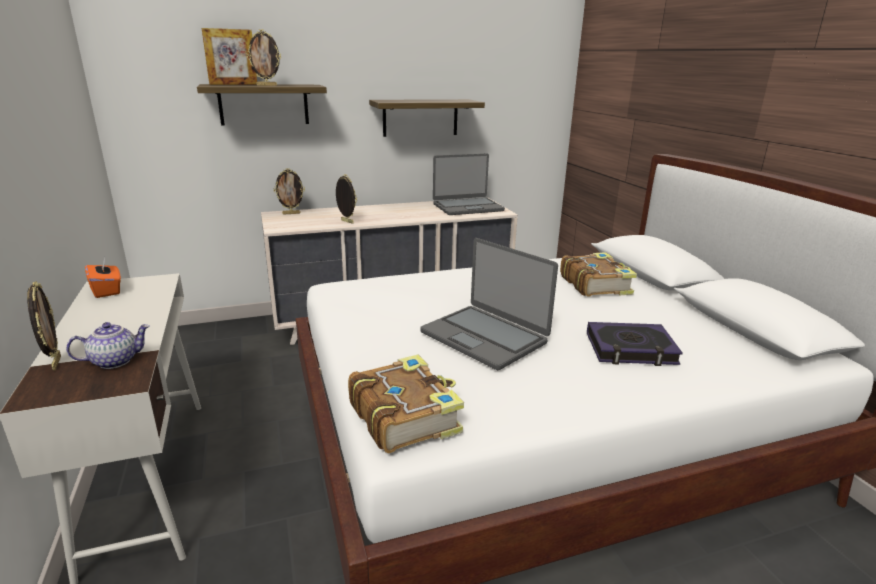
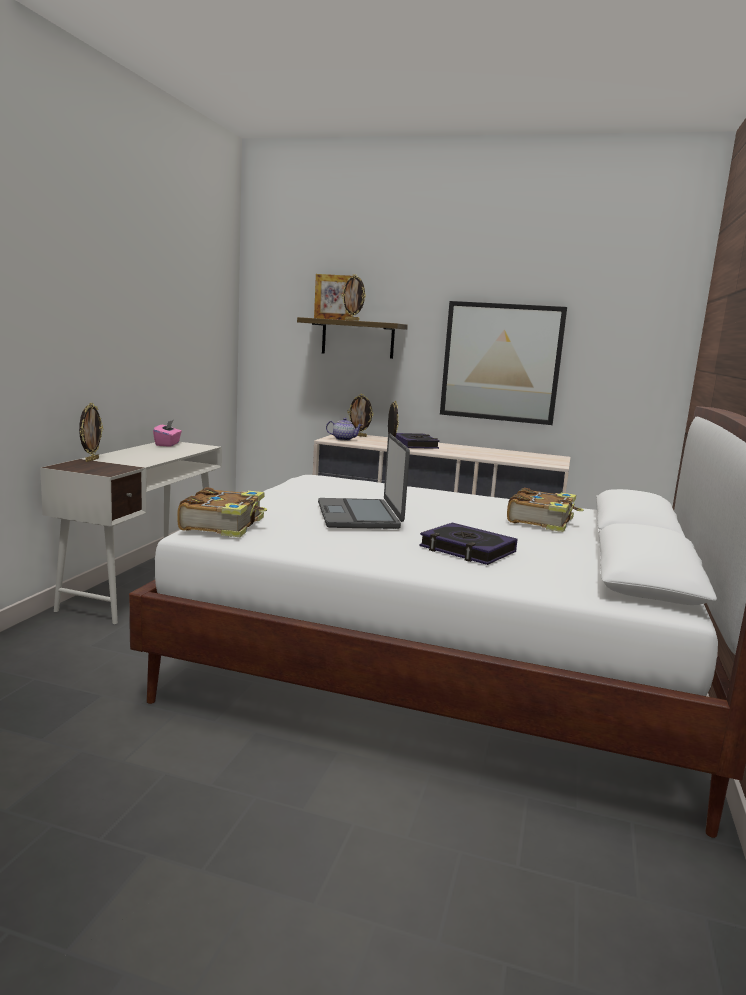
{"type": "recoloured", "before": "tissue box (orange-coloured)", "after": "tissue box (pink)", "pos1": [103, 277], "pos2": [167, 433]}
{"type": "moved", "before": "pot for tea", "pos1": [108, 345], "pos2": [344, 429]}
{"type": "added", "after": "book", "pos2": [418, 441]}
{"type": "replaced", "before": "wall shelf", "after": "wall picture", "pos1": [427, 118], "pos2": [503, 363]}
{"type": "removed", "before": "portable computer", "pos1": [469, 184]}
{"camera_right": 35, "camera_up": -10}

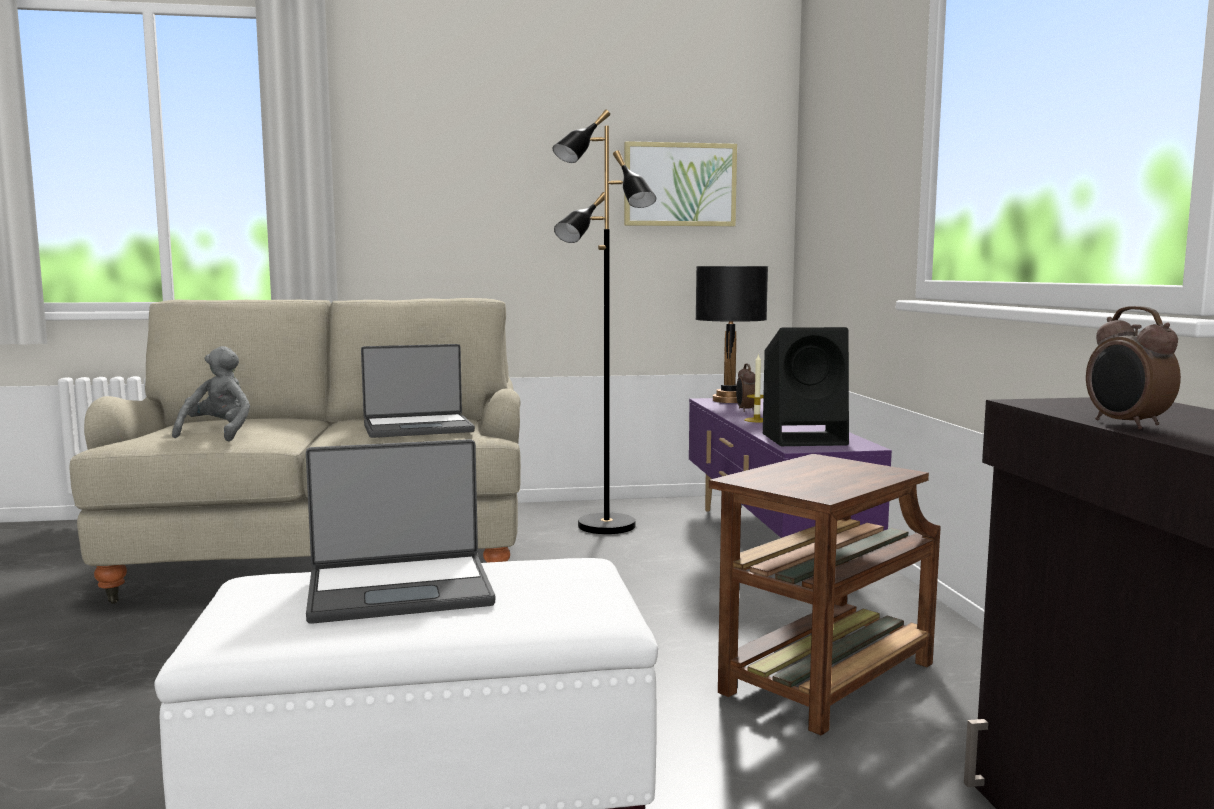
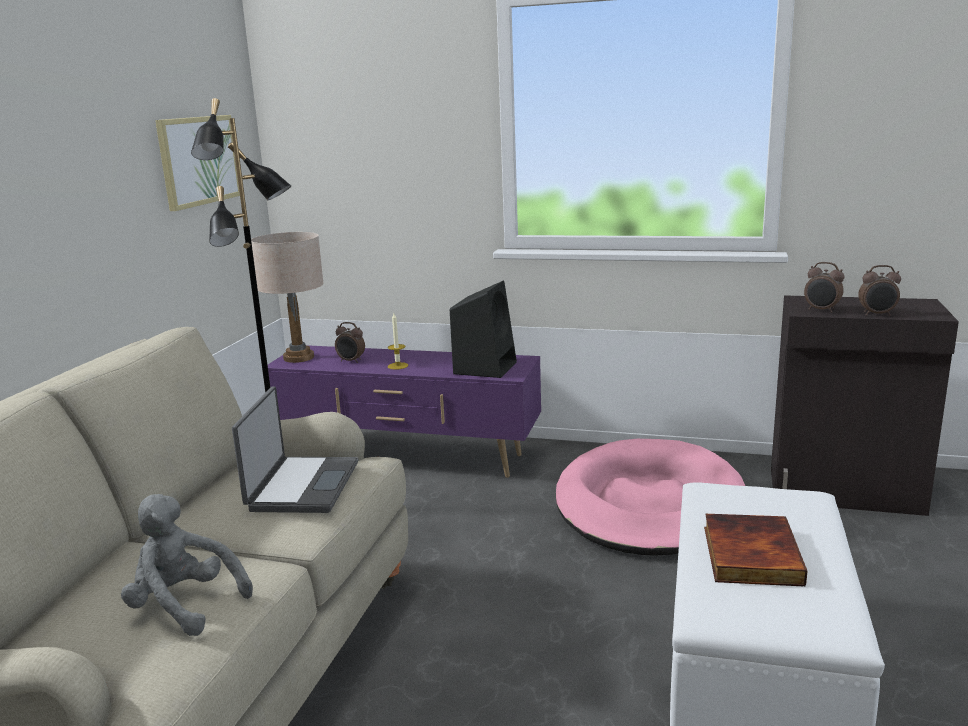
{"type": "recoloured", "before": "tabletop lamp (black-coloured)", "after": "tabletop lamp (beige-coloured)", "pos1": [732, 334], "pos2": [287, 297]}
{"type": "replaced", "before": "end table (brown-coloured)", "after": "pet bed (pink)", "pos1": [825, 594], "pos2": [650, 497]}
{"type": "replaced", "before": "portable computer", "after": "book", "pos1": [400, 531], "pos2": [755, 550]}
{"type": "added", "after": "table clock", "pos2": [824, 287]}
{"camera_right": -65, "camera_up": 10}

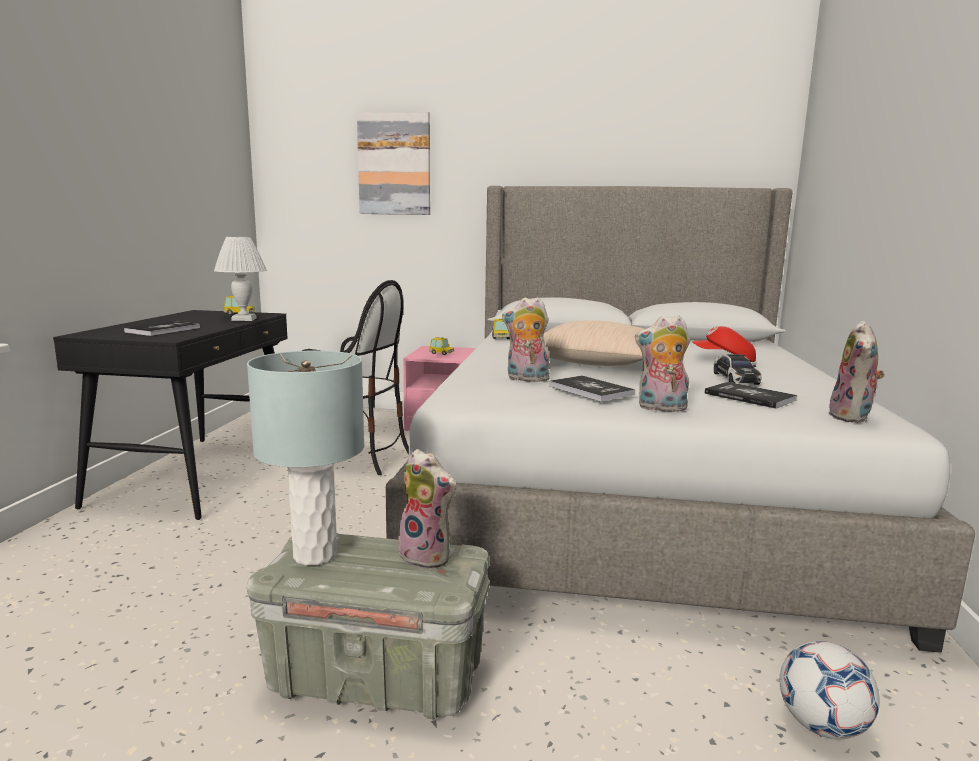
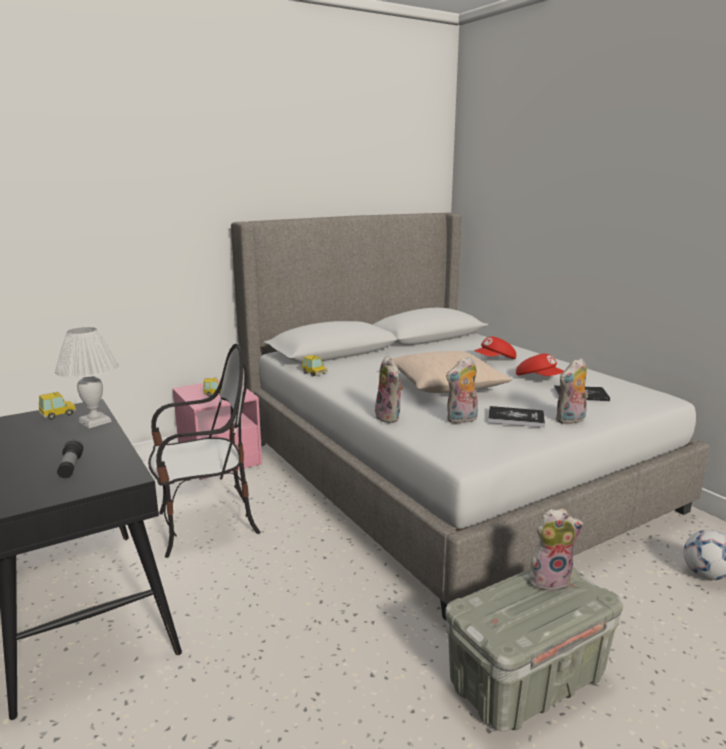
{"type": "replaced", "before": "book", "after": "torch", "pos1": [162, 328], "pos2": [70, 459]}
{"type": "moved", "before": "plush toy", "pos1": [857, 372], "pos2": [389, 389]}
{"type": "replaced", "before": "miniature car", "after": "baseball cap (red)", "pos1": [738, 369], "pos2": [540, 365]}
{"type": "removed", "before": "tabletop lamp (greyish)", "pos1": [305, 457]}
{"type": "removed", "before": "wall picture", "pos1": [393, 163]}
{"camera_right": -40, "camera_up": 5}

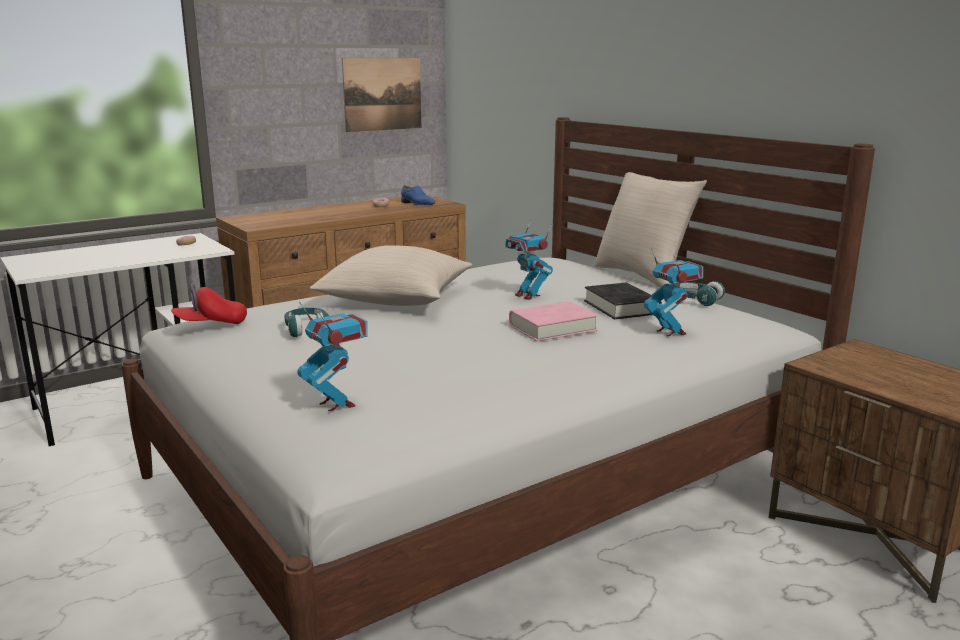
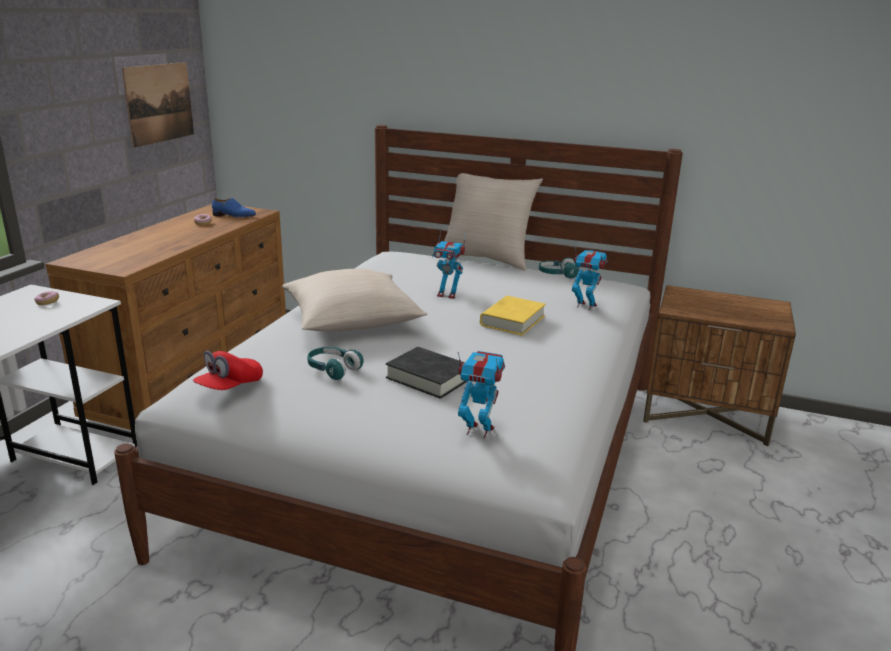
{"type": "moved", "before": "book (black-coloured)", "pos1": [623, 301], "pos2": [427, 373]}
{"type": "recoloured", "before": "book (pink)", "after": "book (yellow-coloured)", "pos1": [553, 321], "pos2": [513, 316]}
{"camera_right": -35, "camera_up": 5}

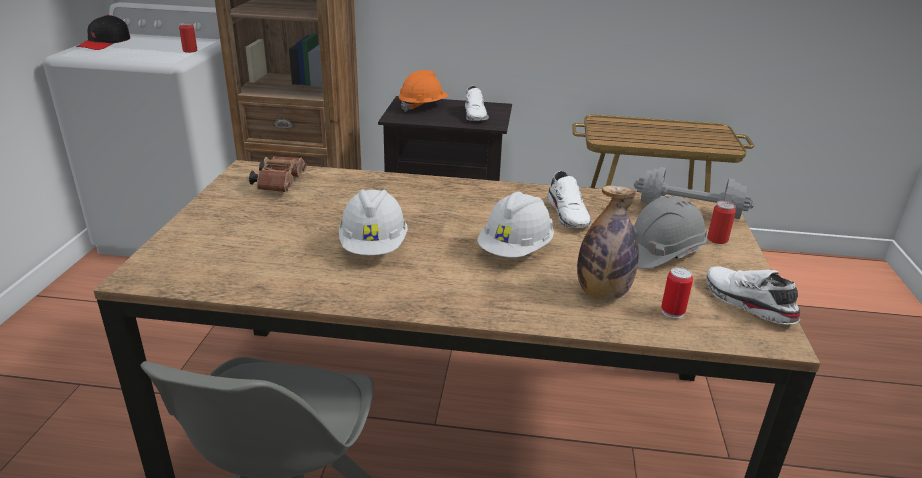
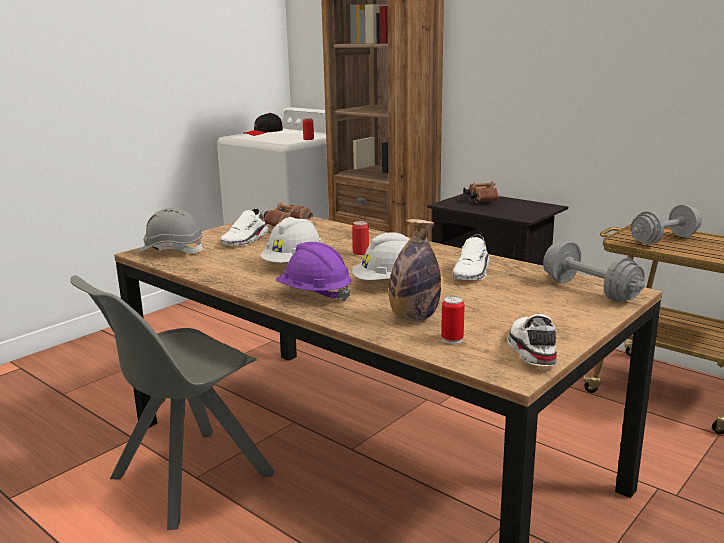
{"type": "moved", "before": "safety helmet (greyish)", "pos1": [670, 232], "pos2": [171, 231]}
{"type": "moved", "before": "item of footwear (white-coloured)", "pos1": [477, 103], "pos2": [244, 227]}
{"type": "added", "after": "safety helmet (purplish)", "pos2": [314, 271]}
{"type": "moved", "before": "can", "pos1": [721, 222], "pos2": [360, 238]}
{"type": "replaced", "before": "safety helmet (orange-coloured)", "after": "pair of binoculars (brown-coloured)", "pos1": [423, 91], "pos2": [481, 192]}
{"type": "added", "after": "free weight (greyish)", "pos2": [666, 224]}
{"camera_right": 35, "camera_up": -10}

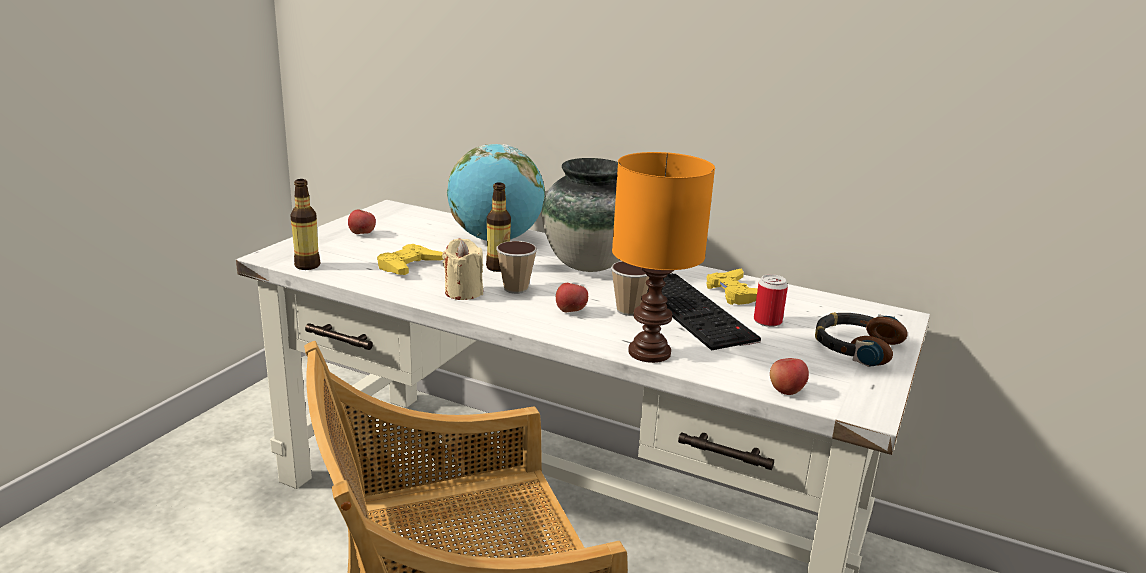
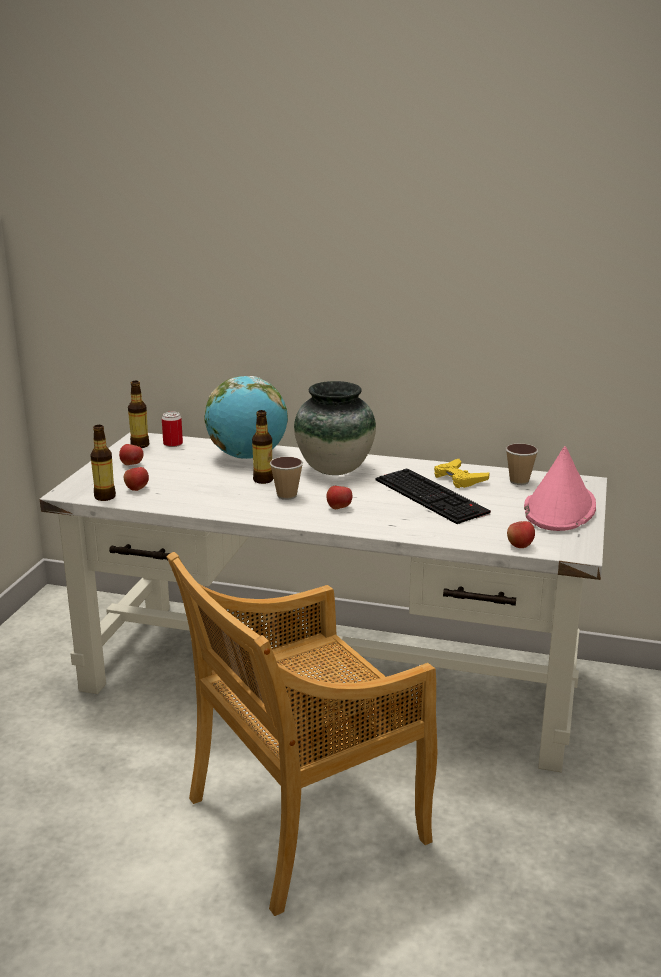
{"type": "added", "after": "apple", "pos2": [136, 479]}
{"type": "added", "after": "drink bottle", "pos2": [138, 414]}
{"type": "moved", "before": "can", "pos1": [771, 300], "pos2": [172, 429]}
{"type": "moved", "before": "small cup", "pos1": [630, 288], "pos2": [522, 464]}
{"type": "replaced", "before": "pair of headphones", "after": "hat (pink)", "pos1": [861, 339], "pos2": [560, 488]}
{"type": "removed", "before": "game controller (yellow-coloured)", "pos1": [410, 259]}
{"type": "removed", "before": "wax candle (beige-coloured)", "pos1": [462, 269]}
{"type": "removed", "before": "tabletop lamp (orange-coloured)", "pos1": [663, 257]}
{"camera_right": -10, "camera_up": 0}

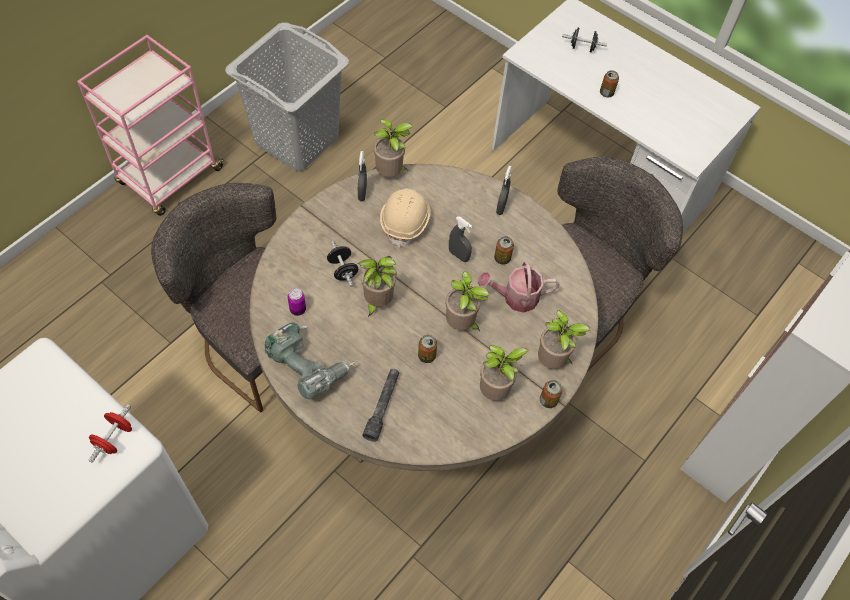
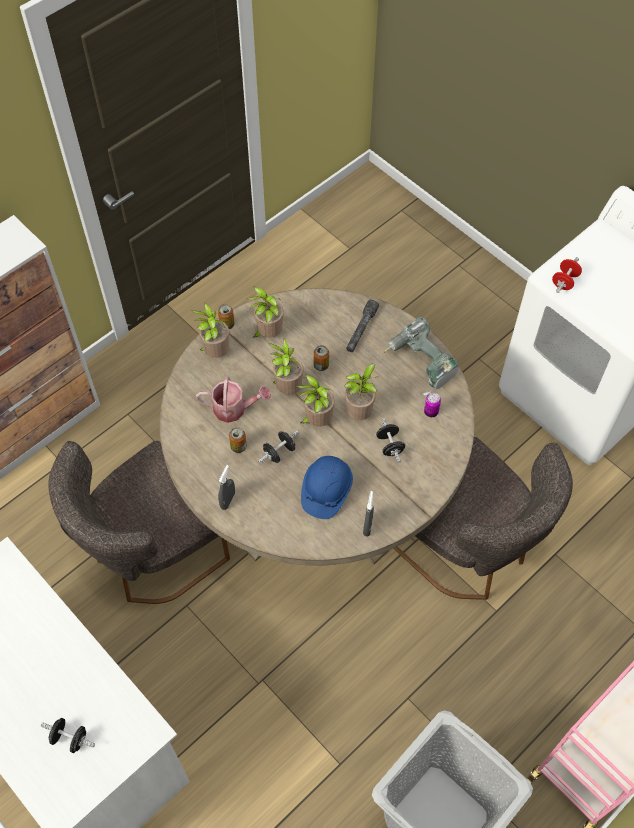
{"type": "replaced", "before": "hand sprayer (greyish)", "after": "free weight (black-coloured)", "pos1": [460, 239], "pos2": [278, 446]}
{"type": "moved", "before": "houseplant", "pos1": [393, 148], "pos2": [315, 400]}
{"type": "recoloured", "before": "safety helmet (beige-coloured)", "after": "safety helmet (bluish)", "pos1": [405, 218], "pos2": [327, 487]}
{"type": "removed", "before": "can", "pos1": [609, 83]}
{"camera_right": -170, "camera_up": 0}

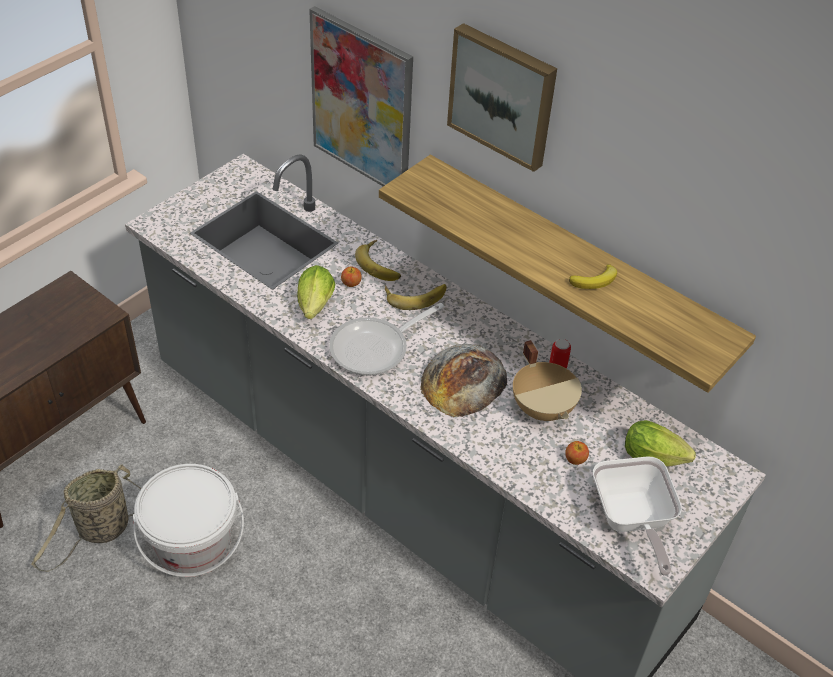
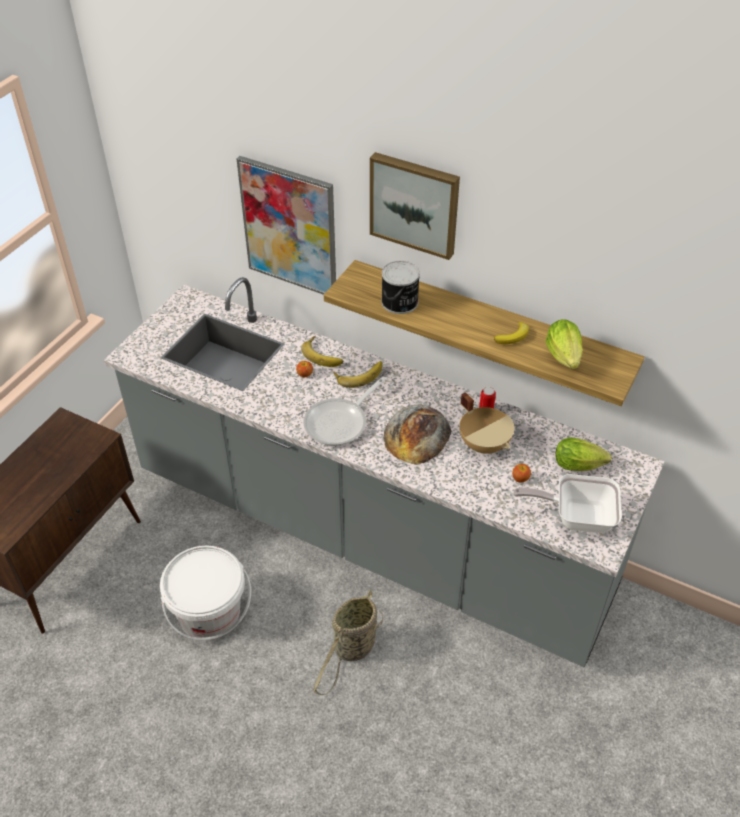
{"type": "moved", "before": "storage basket", "pos1": [86, 518], "pos2": [348, 642]}
{"type": "added", "after": "can", "pos2": [400, 287]}
{"type": "turned", "before": "frying pan", "pos1": [637, 516], "pos2": [567, 503], "turn": 120}
{"type": "moved", "before": "lettuce", "pos1": [316, 292], "pos2": [564, 344]}
{"camera_right": -10, "camera_up": 0}

